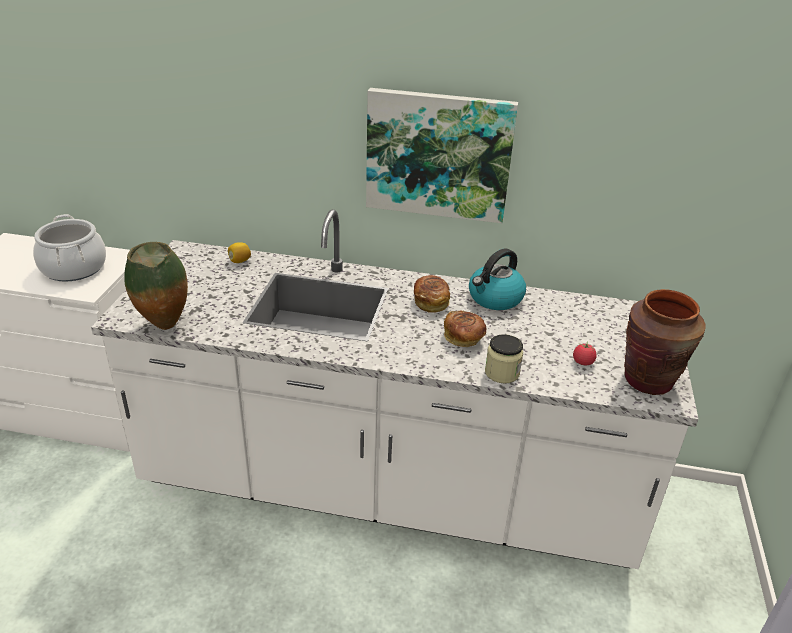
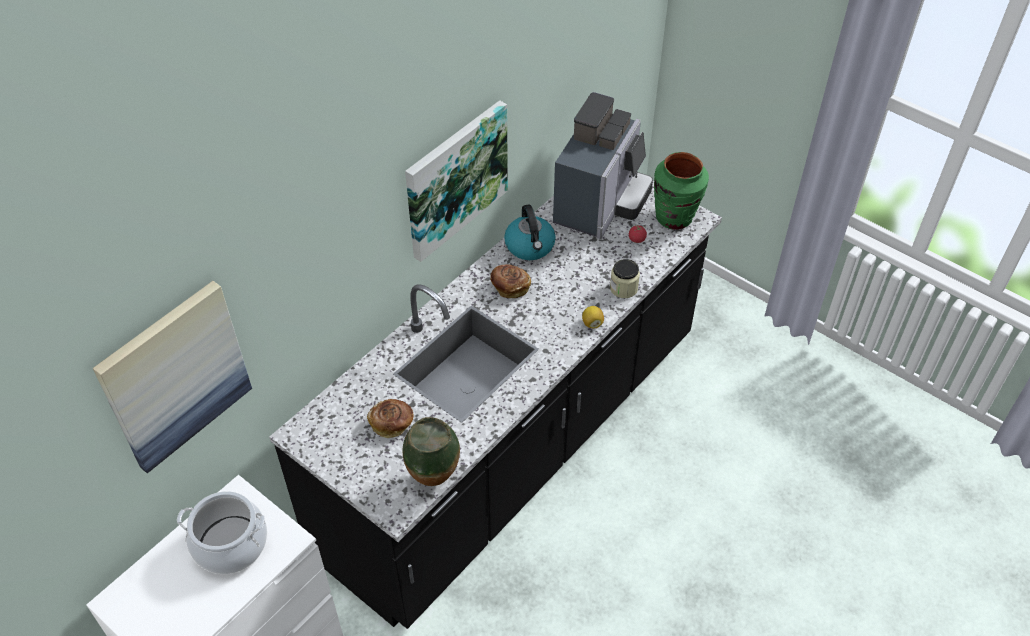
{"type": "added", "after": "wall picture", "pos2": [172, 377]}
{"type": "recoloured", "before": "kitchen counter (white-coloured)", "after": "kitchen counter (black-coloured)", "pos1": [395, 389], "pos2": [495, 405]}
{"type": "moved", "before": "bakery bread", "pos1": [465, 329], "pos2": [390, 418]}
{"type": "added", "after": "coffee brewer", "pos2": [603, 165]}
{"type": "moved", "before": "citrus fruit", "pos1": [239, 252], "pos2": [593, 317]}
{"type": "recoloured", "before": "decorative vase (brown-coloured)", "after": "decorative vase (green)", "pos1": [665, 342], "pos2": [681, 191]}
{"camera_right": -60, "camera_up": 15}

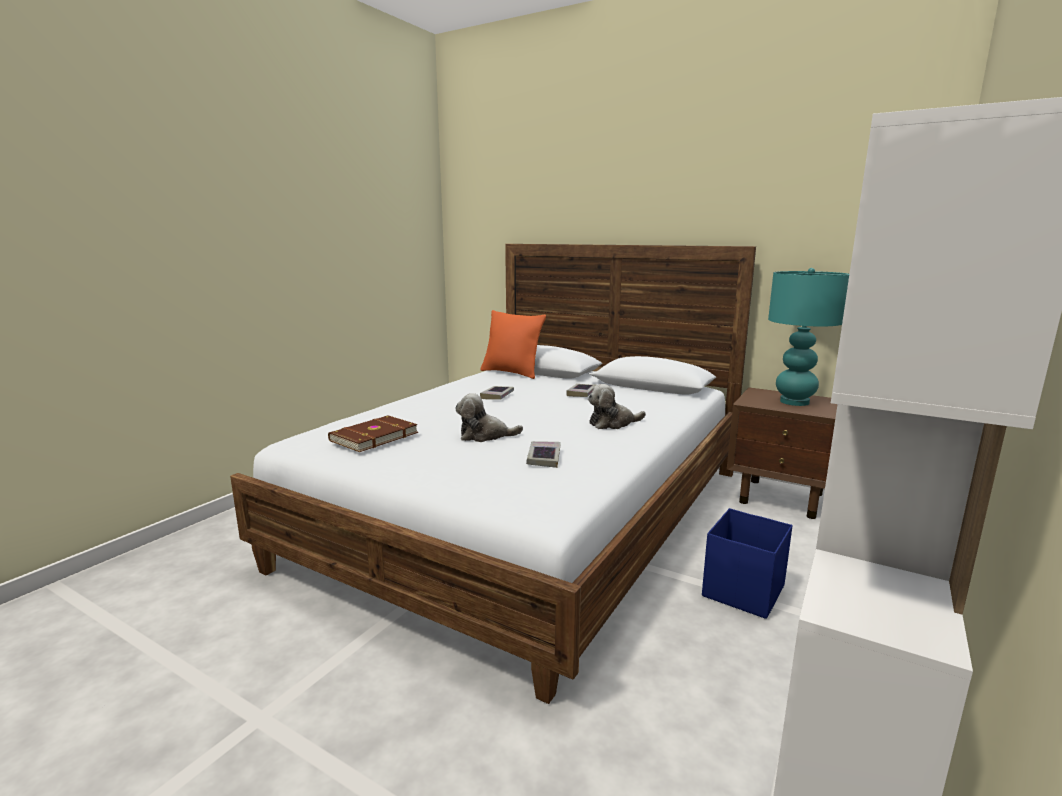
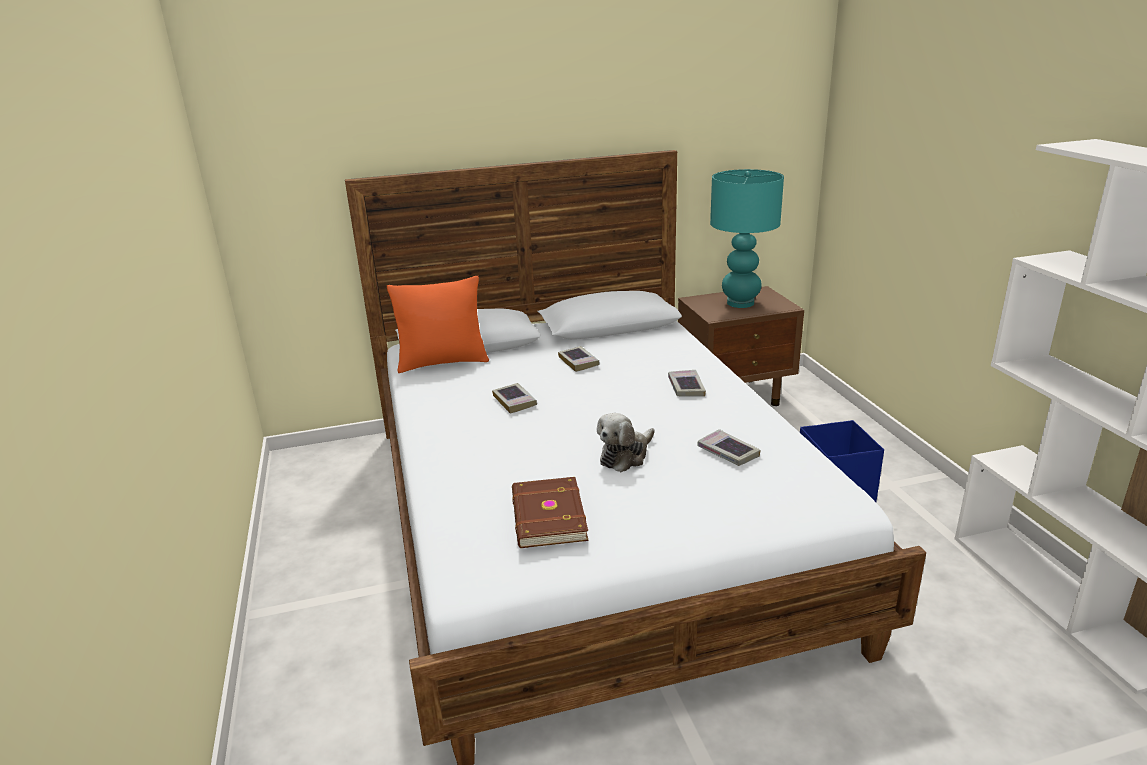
{"type": "replaced", "before": "plush toy", "after": "book", "pos1": [617, 406], "pos2": [687, 383]}
{"camera_right": -45, "camera_up": 10}

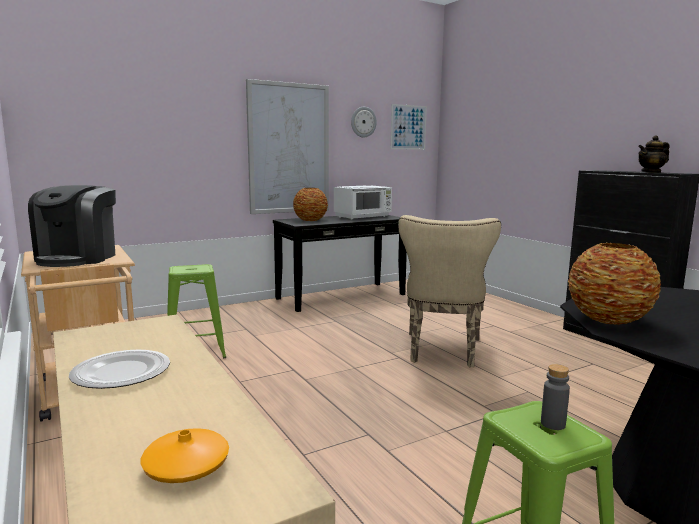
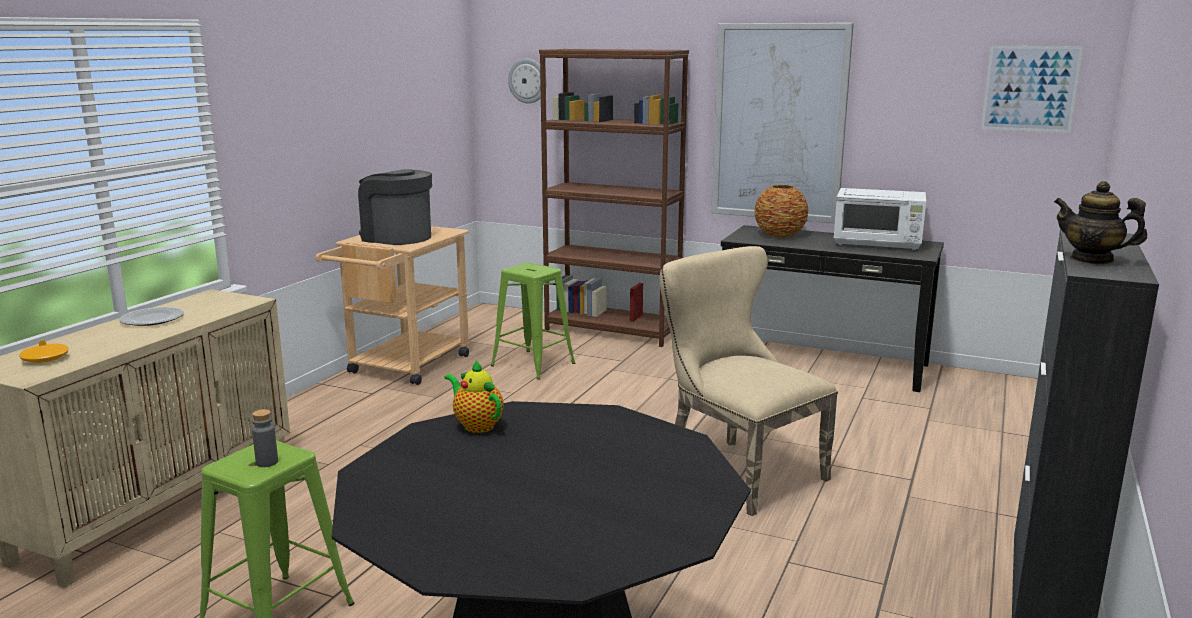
{"type": "turned", "before": "coffee brewer", "pos1": [72, 226], "pos2": [395, 207], "turn": 60}
{"type": "replaced", "before": "decorative vase", "after": "pot for tea", "pos1": [614, 284], "pos2": [474, 396]}
{"type": "moved", "before": "clock on the wall", "pos1": [364, 122], "pos2": [527, 81]}
{"type": "added", "after": "bookshelf (brown-coloured)", "pos2": [614, 198]}
{"type": "turned", "before": "upright chair (beige-coloured)", "pos1": [449, 291], "pos2": [749, 381], "turn": 75}
{"camera_right": 55, "camera_up": 5}

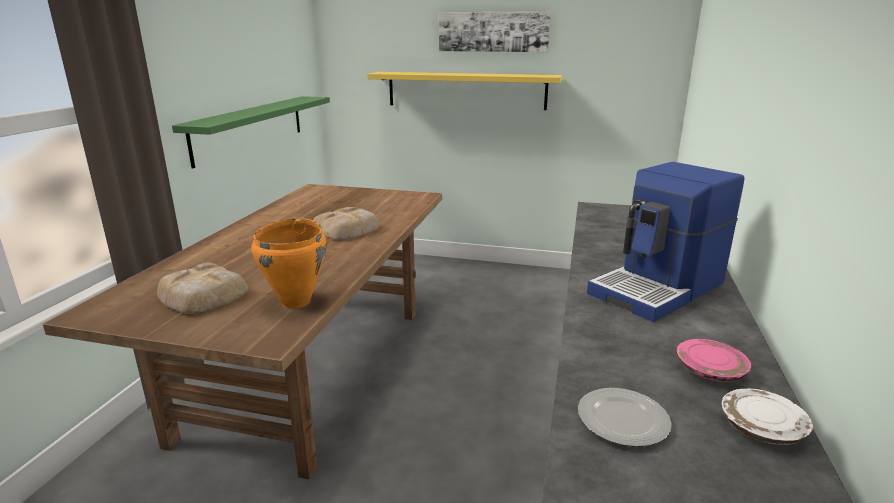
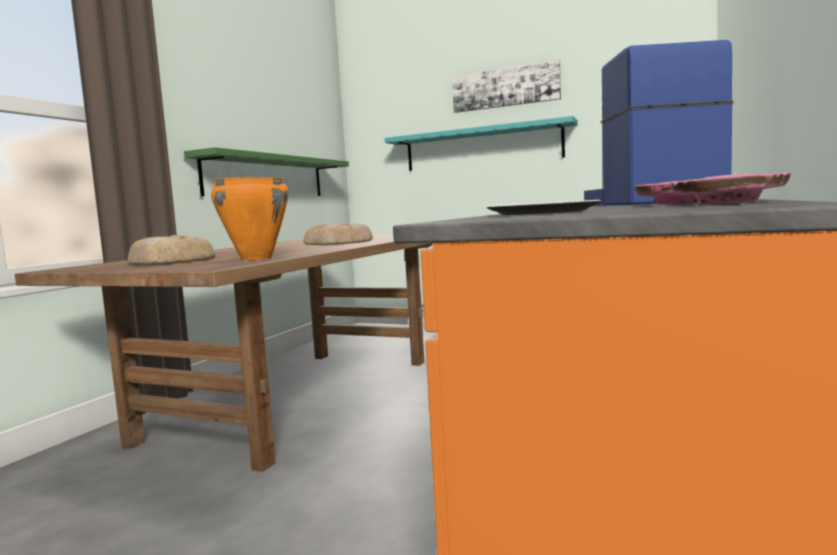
{"type": "recoloured", "before": "wall shelf (yellow-coloured)", "after": "wall shelf (turquoise)", "pos1": [464, 91], "pos2": [481, 143]}
{"type": "turned", "before": "coffee brewer", "pos1": [665, 242], "pos2": [658, 123], "turn": 120}
{"type": "recoloured", "before": "plate (white-coloured)", "after": "plate (pink)", "pos1": [767, 417], "pos2": [730, 189]}
{"camera_right": 10, "camera_up": -15}

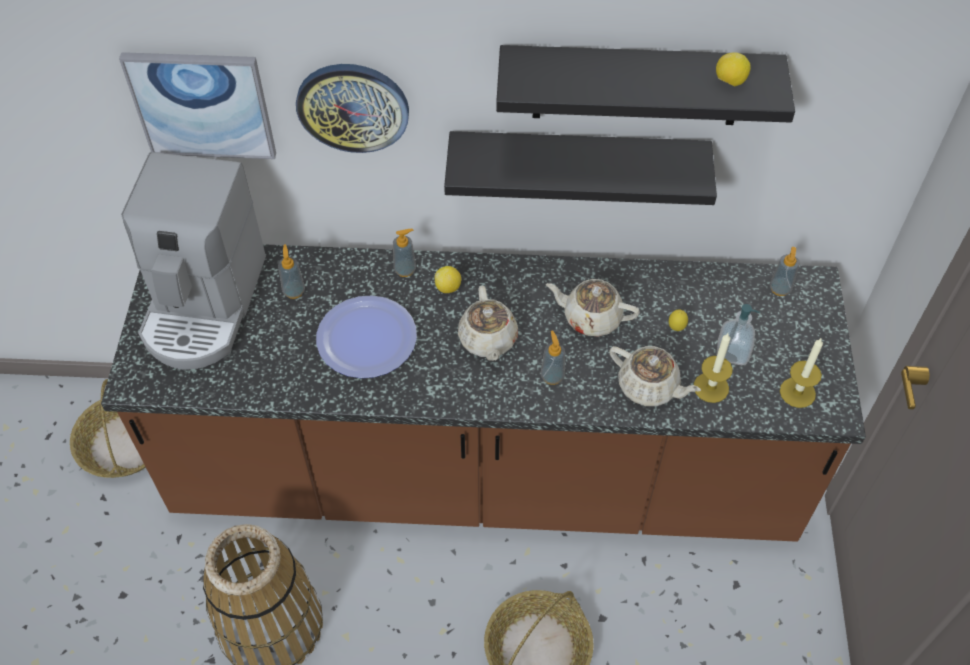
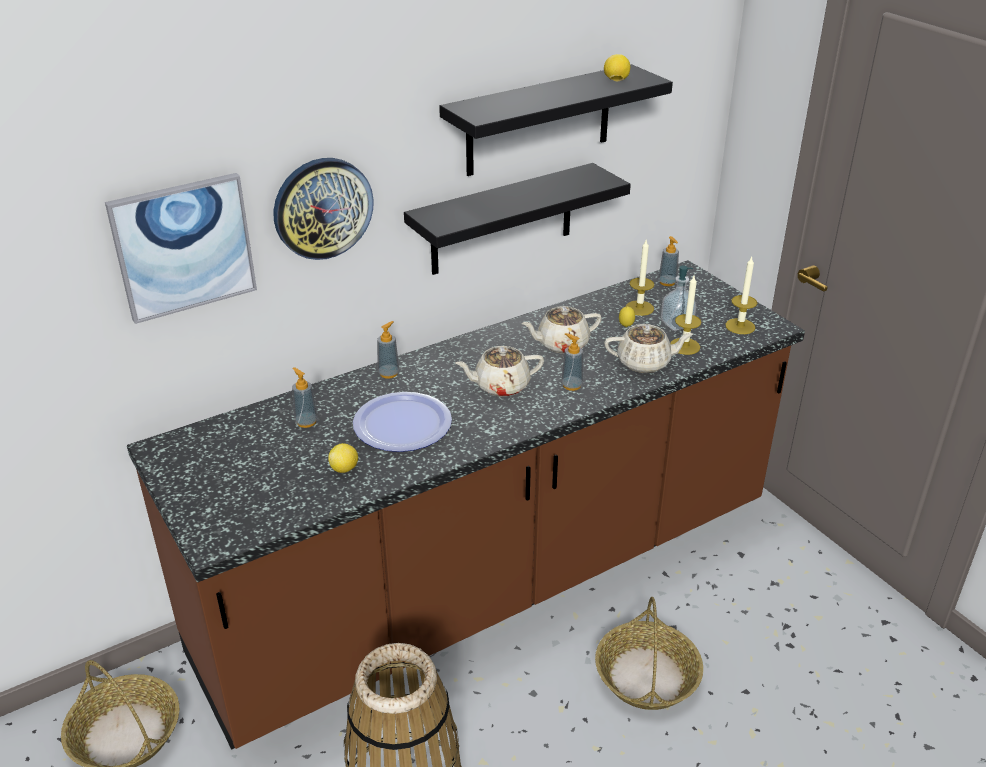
{"type": "moved", "before": "citrus fruit", "pos1": [448, 279], "pos2": [343, 458]}
{"type": "turned", "before": "pot for tea (beige-coloured)", "pos1": [488, 323], "pos2": [499, 371], "turn": 120}
{"type": "added", "after": "wax candle", "pos2": [640, 278]}
{"type": "removed", "before": "coffee brewer", "pos1": [193, 260]}
{"camera_right": -35, "camera_up": -20}

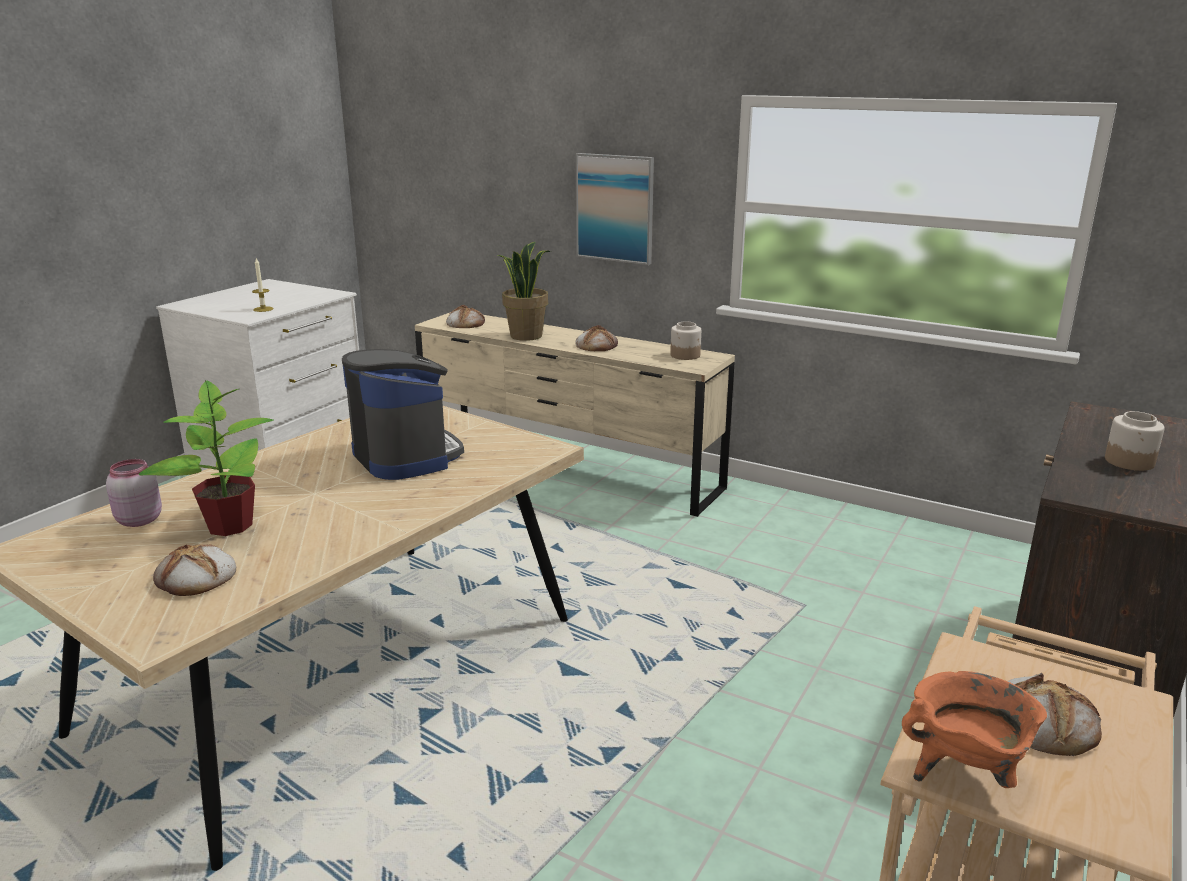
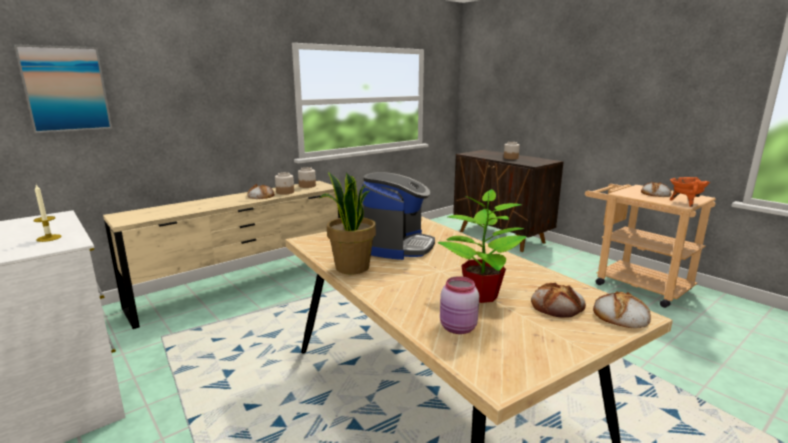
{"type": "moved", "before": "wall picture", "pos1": [615, 209], "pos2": [63, 88]}
{"type": "added", "after": "preserve jar", "pos2": [284, 183]}
{"type": "moved", "before": "houseplant", "pos1": [524, 291], "pos2": [348, 222]}
{"type": "turned", "before": "coffee brewer", "pos1": [403, 414], "pos2": [398, 216], "turn": 120}
{"type": "moved", "before": "bakery bread", "pos1": [465, 316], "pos2": [622, 310]}
{"camera_right": -70, "camera_up": -5}

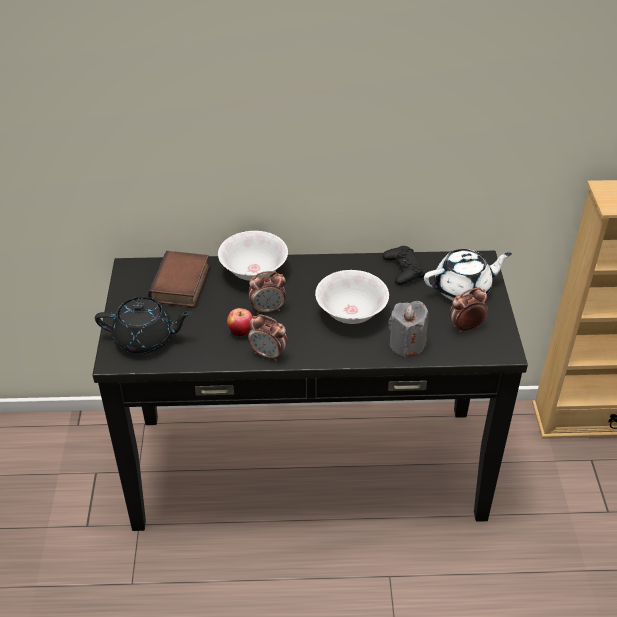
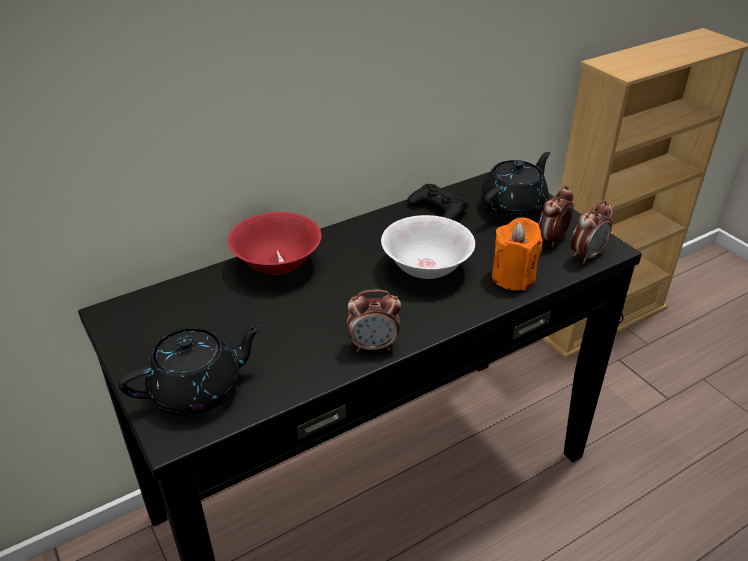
{"type": "recoloured", "before": "serving bowl (white-coloured)", "after": "serving bowl (red)", "pos1": [253, 256], "pos2": [275, 243]}
{"type": "recoloured", "before": "pot for tea (white-coloured)", "after": "pot for tea (black-coloured)", "pos1": [468, 274], "pos2": [515, 186]}
{"type": "recoloured", "before": "wax candle (greyish)", "after": "wax candle (orange-coloured)", "pos1": [408, 329], "pos2": [517, 254]}
{"type": "moved", "before": "table clock", "pos1": [267, 292], "pos2": [592, 232]}
{"type": "removed", "before": "book", "pos1": [179, 279]}
{"type": "removed", "before": "apple", "pos1": [240, 322]}
{"camera_right": -30, "camera_up": -5}

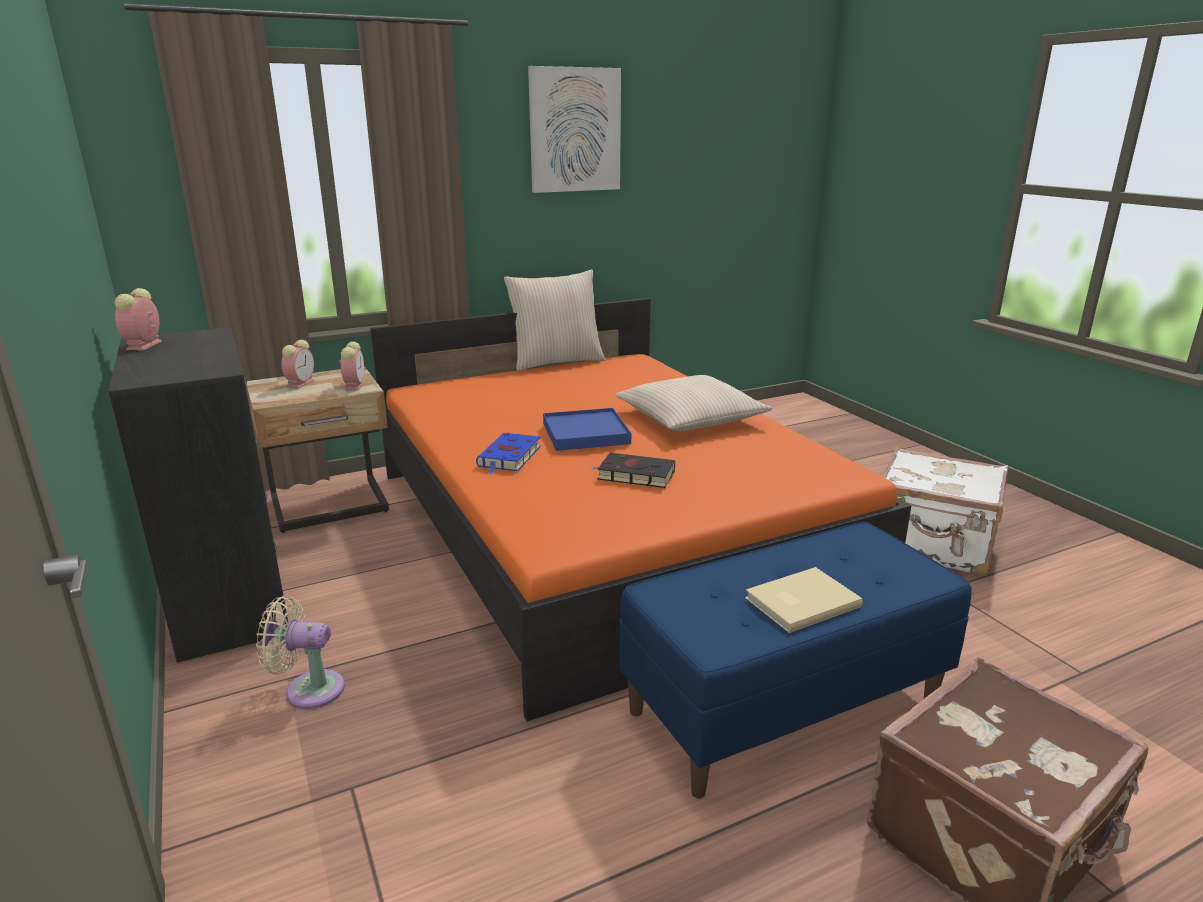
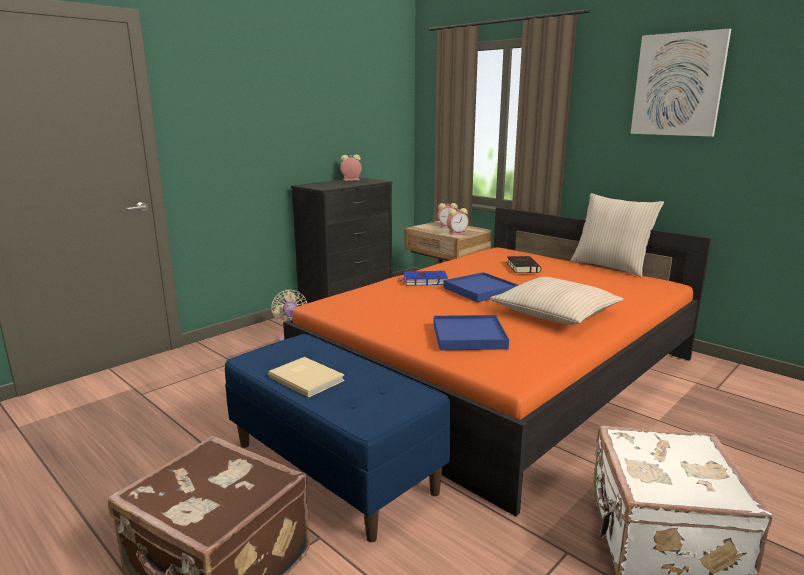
{"type": "added", "after": "carrying tray (bluish)", "pos2": [471, 332]}
{"type": "moved", "before": "book (black-coloured)", "pos1": [634, 470], "pos2": [523, 264]}
{"camera_right": 70, "camera_up": -5}

